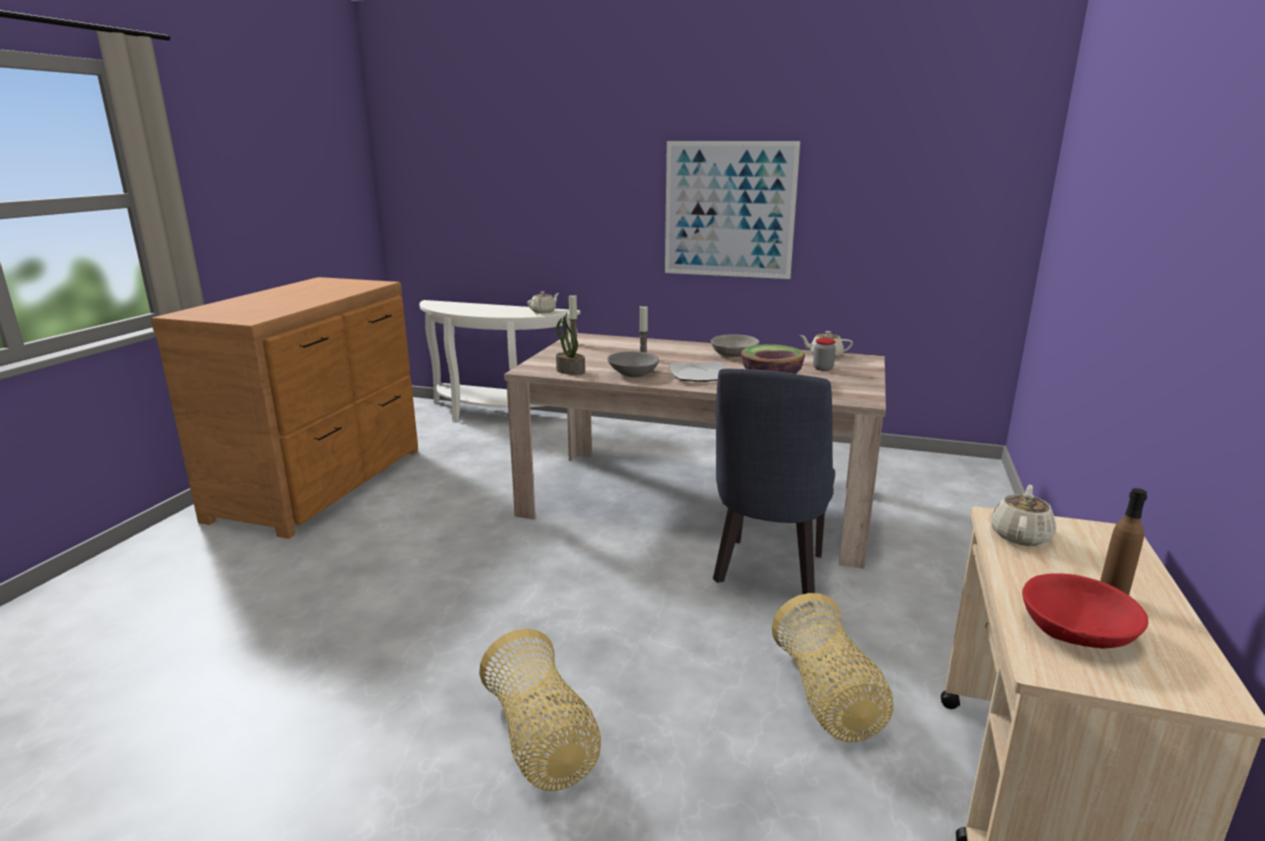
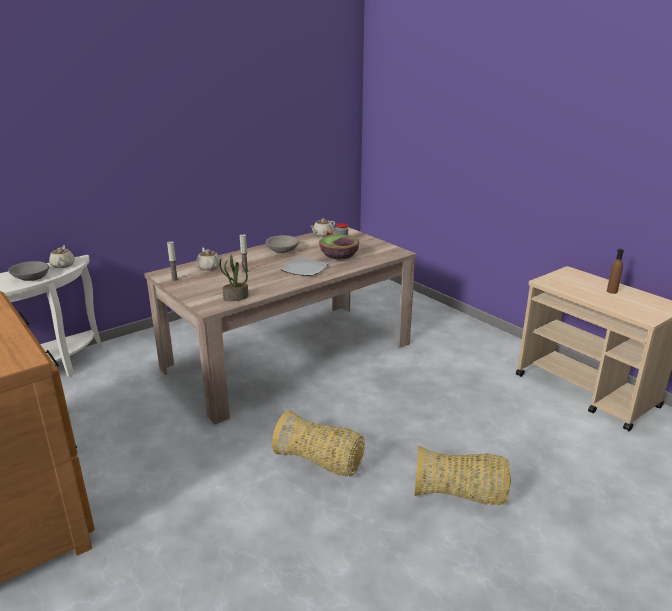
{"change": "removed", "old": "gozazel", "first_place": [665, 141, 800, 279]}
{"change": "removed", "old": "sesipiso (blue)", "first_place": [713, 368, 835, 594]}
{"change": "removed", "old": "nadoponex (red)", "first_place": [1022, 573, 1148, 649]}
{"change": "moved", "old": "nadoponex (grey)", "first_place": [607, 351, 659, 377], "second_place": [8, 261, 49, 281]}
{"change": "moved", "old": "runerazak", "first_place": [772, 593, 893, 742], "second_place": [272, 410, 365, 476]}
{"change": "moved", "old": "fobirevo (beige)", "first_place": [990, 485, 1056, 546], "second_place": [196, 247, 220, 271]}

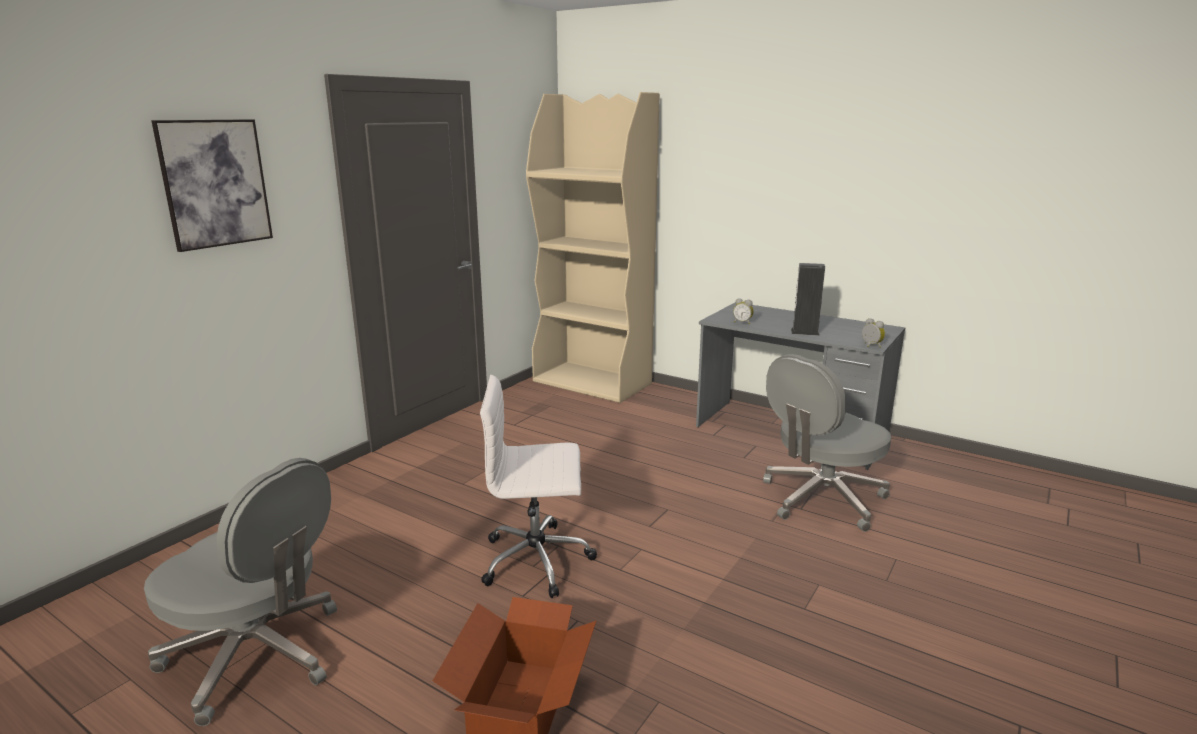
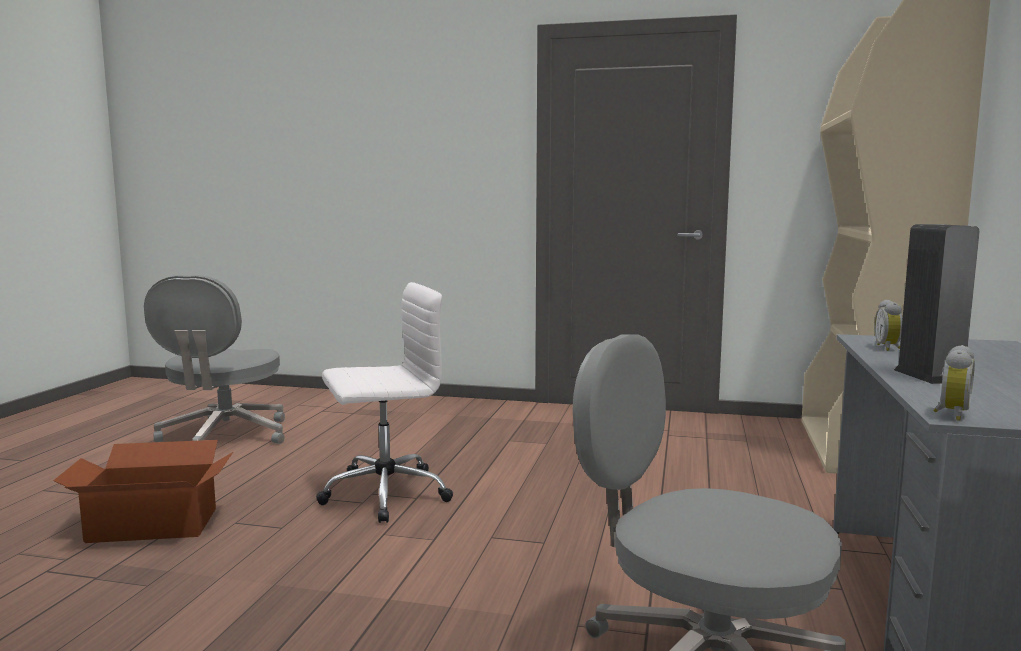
{"change": "removed", "old": "gozazel", "first_place": [151, 119, 273, 252]}
{"change": "turned", "old": "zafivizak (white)", "first_place": [480, 375, 597, 598], "second_place": [316, 282, 453, 523], "degrees": 90}

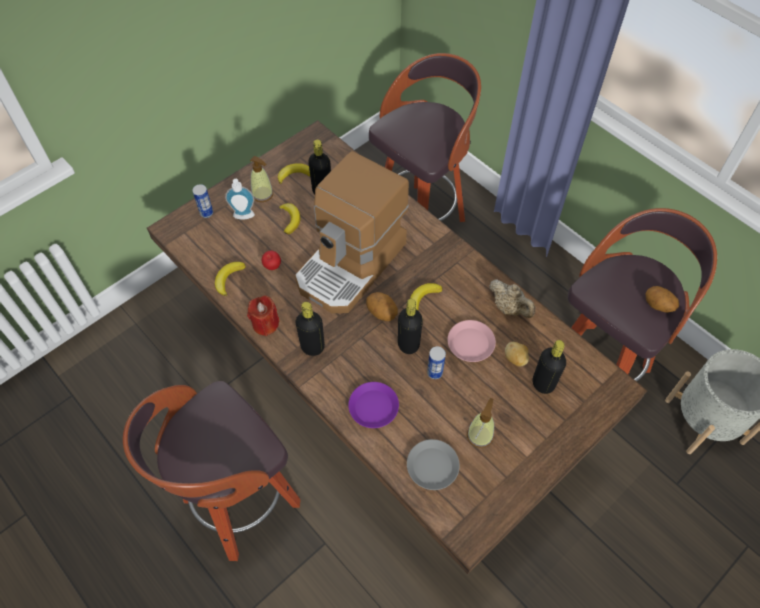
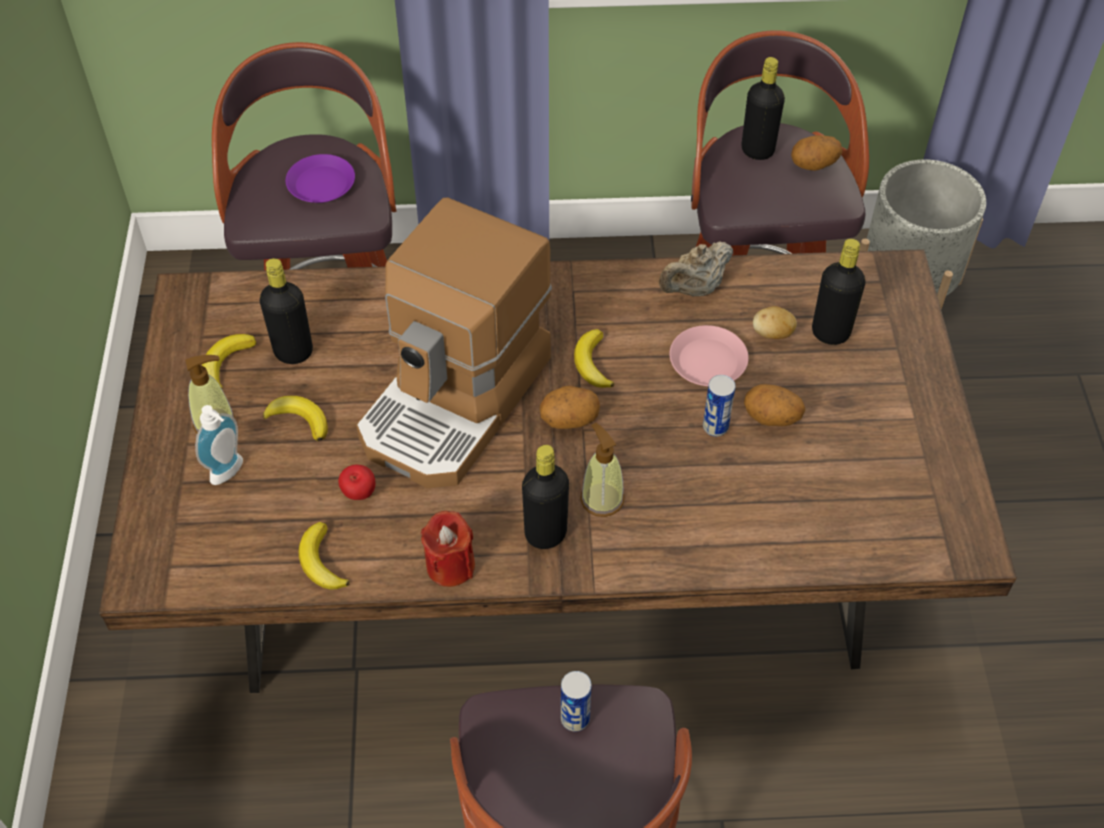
{"change": "removed", "old": "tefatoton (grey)", "first_place": [407, 439, 460, 490]}
{"change": "added", "new": "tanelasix", "second_place": [744, 384, 805, 426]}
{"change": "moved", "old": "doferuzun", "first_place": [192, 184, 213, 218], "second_place": [561, 671, 591, 732]}
{"change": "moved", "old": "tefatoton (purple)", "first_place": [348, 382, 399, 428], "second_place": [286, 154, 355, 203]}
{"change": "moved", "old": "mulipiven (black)", "first_place": [398, 299, 423, 354], "second_place": [741, 57, 785, 160]}
{"change": "moved", "old": "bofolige", "first_place": [467, 398, 494, 448], "second_place": [580, 423, 624, 517]}
{"change": "turned", "old": "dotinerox", "first_place": [295, 151, 409, 313], "second_place": [356, 197, 552, 488], "degrees": 45}
{"change": "turned", "old": "fobirevo (beige)", "first_place": [489, 279, 535, 318], "second_place": [659, 241, 733, 297], "degrees": 150}

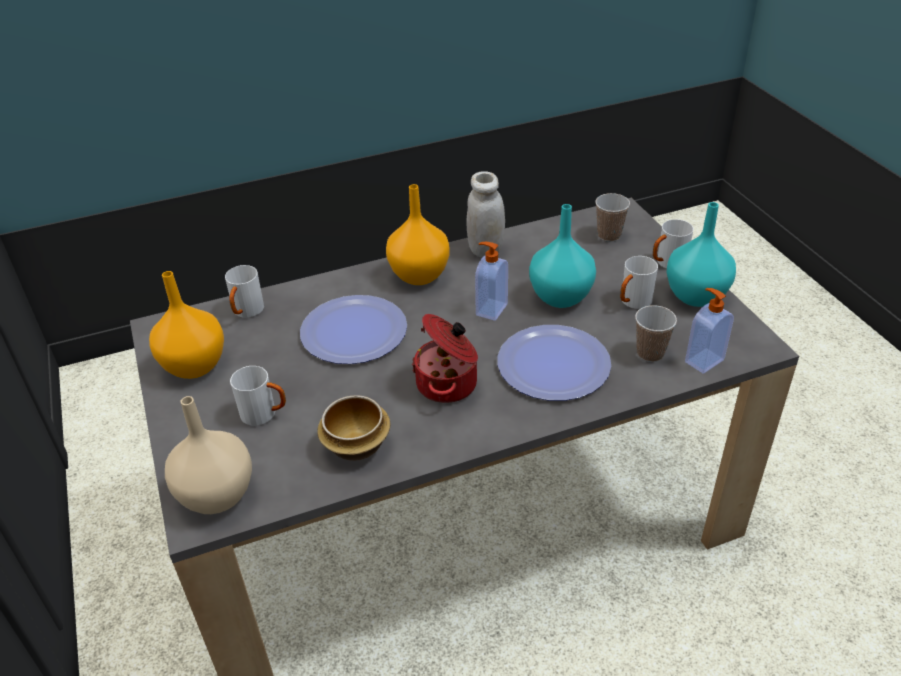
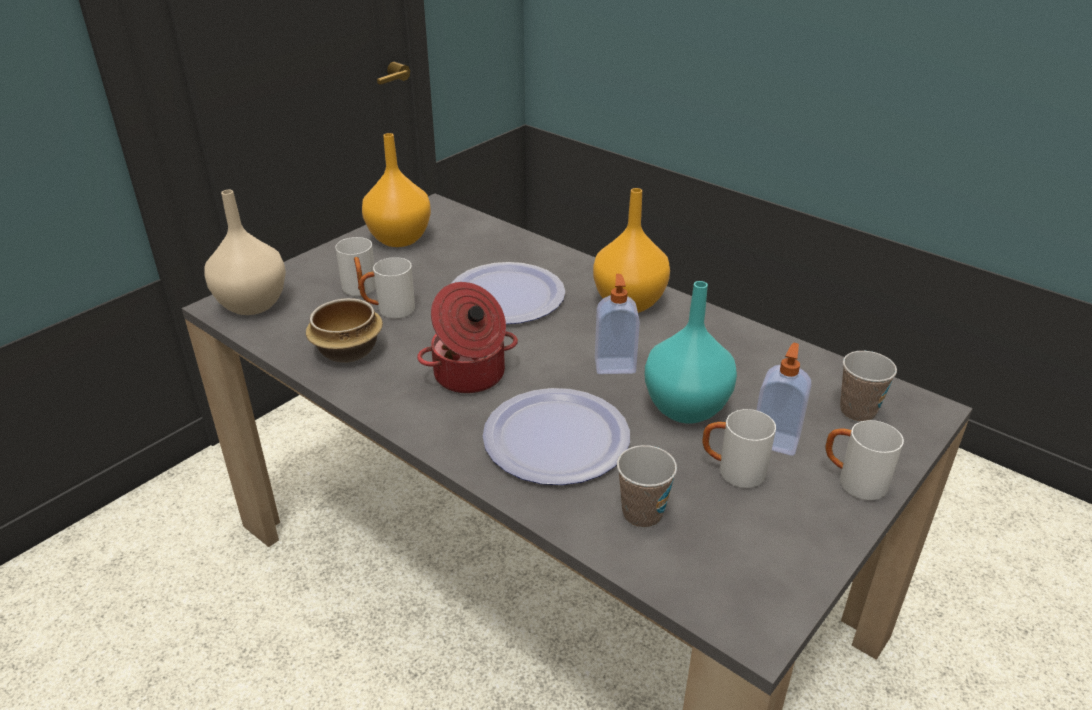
{"change": "removed", "old": "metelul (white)", "first_place": [467, 171, 505, 258]}
{"change": "removed", "old": "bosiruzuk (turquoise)", "first_place": [666, 202, 736, 307]}
{"change": "moved", "old": "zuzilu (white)", "first_place": [225, 265, 264, 318], "second_place": [359, 257, 415, 319]}
{"change": "moved", "old": "bofolige", "first_place": [685, 288, 734, 373], "second_place": [756, 343, 812, 456]}

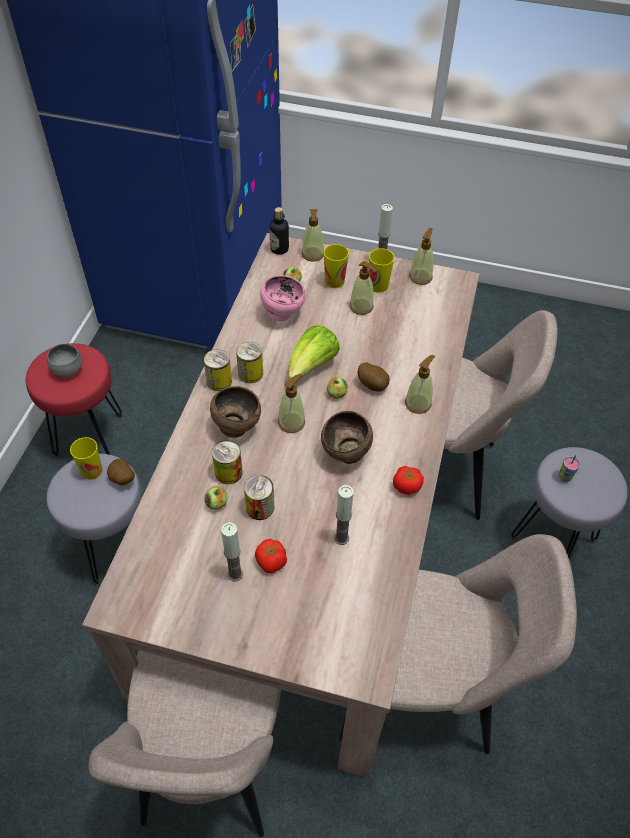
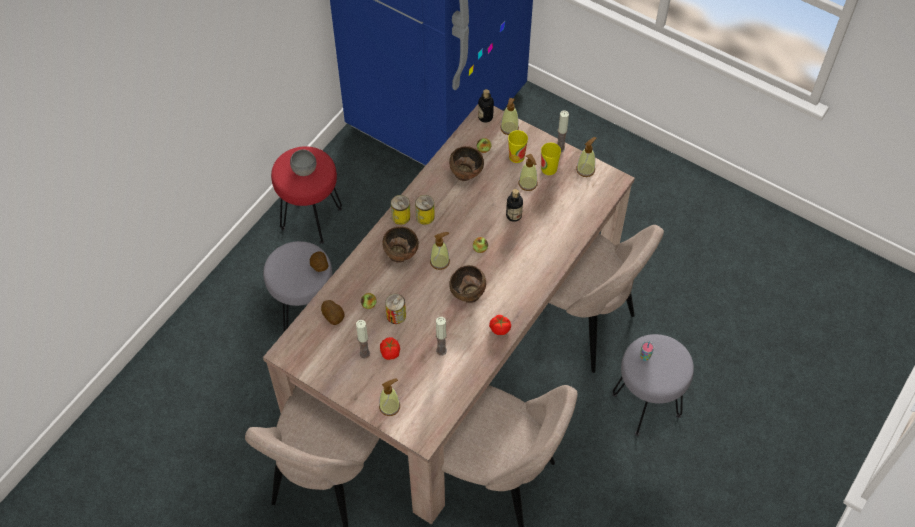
{"change": "removed", "old": "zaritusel", "first_place": [70, 437, 103, 480]}
{"change": "removed", "old": "doferuzun", "first_place": [212, 440, 243, 484]}
{"change": "removed", "old": "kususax", "first_place": [289, 326, 340, 379]}
{"change": "added", "new": "mulipiven", "second_place": [506, 189, 523, 222]}
{"change": "moved", "old": "tanelasix", "first_place": [358, 362, 390, 392], "second_place": [321, 300, 345, 325]}
{"change": "moved", "old": "bofolige", "first_place": [405, 355, 435, 414], "second_place": [379, 378, 400, 416]}
{"change": "recoloured", "old": "nadoponex (pink)", "new": "nadoponex (brown)", "first_place": [260, 275, 305, 322], "second_place": [449, 146, 484, 181]}

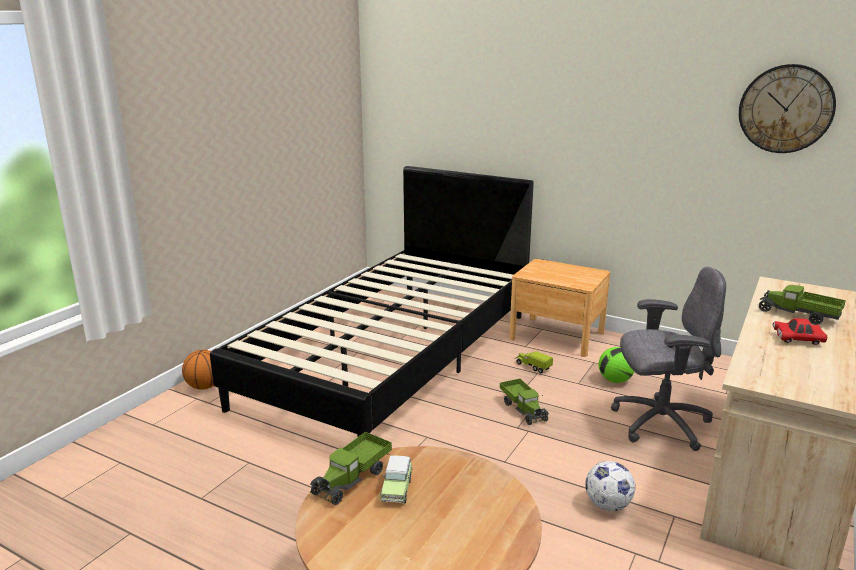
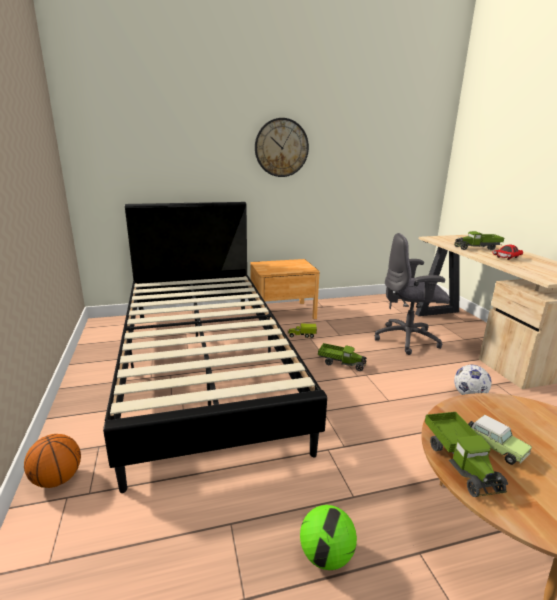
{"change": "moved", "old": "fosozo", "first_place": [599, 347, 634, 383], "second_place": [300, 505, 357, 570]}
{"change": "moved", "old": "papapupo", "first_place": [739, 64, 836, 153], "second_place": [255, 118, 309, 177]}
{"change": "turned", "old": "zafivizak (grey)", "first_place": [611, 267, 726, 451], "second_place": [375, 233, 450, 355], "degrees": -135}

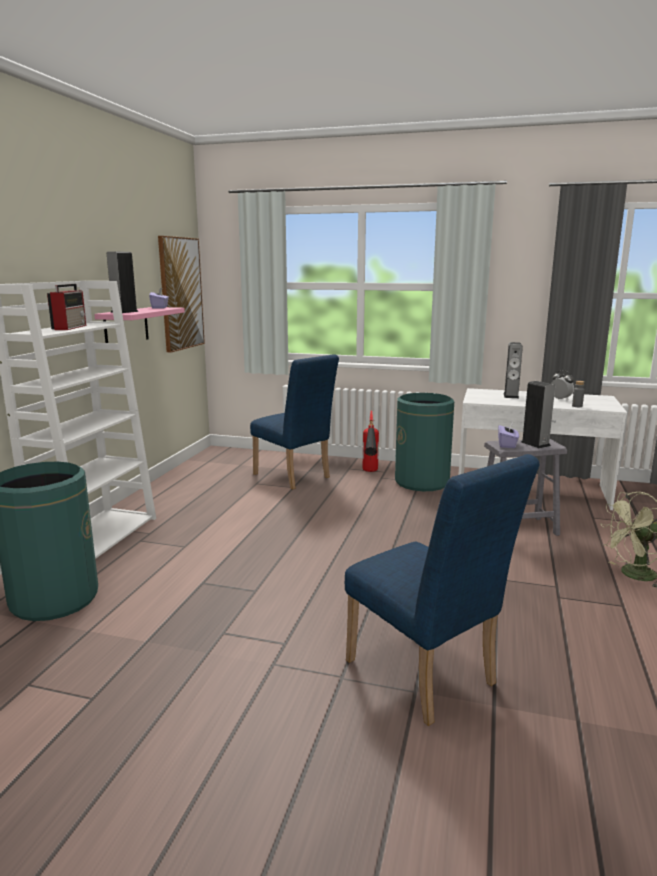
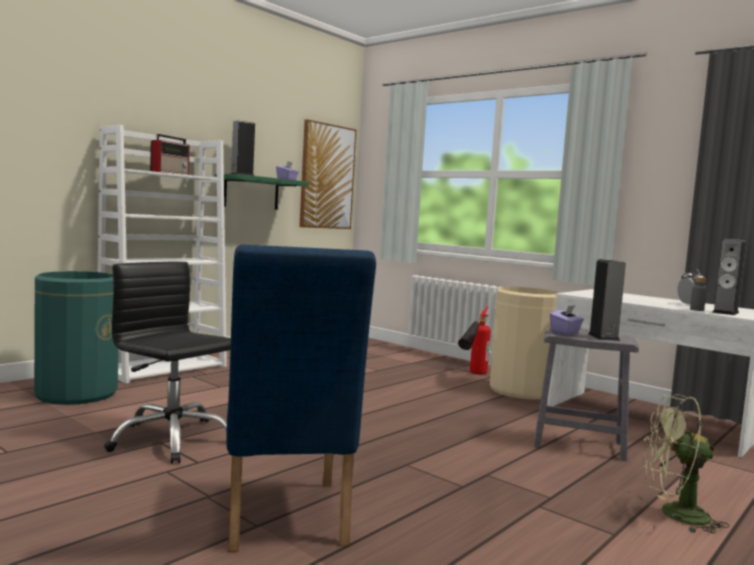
{"change": "removed", "old": "sesipiso (blue)", "first_place": [250, 354, 339, 490]}
{"change": "added", "new": "zafivizak (black)", "second_place": [104, 262, 231, 464]}
{"change": "moved", "old": "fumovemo", "first_place": [504, 342, 523, 398], "second_place": [712, 239, 746, 315]}
{"change": "recoloured", "old": "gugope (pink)", "new": "gugope (green)", "first_place": [94, 307, 185, 343], "second_place": [214, 174, 309, 210]}
{"change": "recoloured", "old": "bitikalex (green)", "new": "bitikalex (beige)", "first_place": [395, 393, 454, 491], "second_place": [490, 287, 559, 400]}

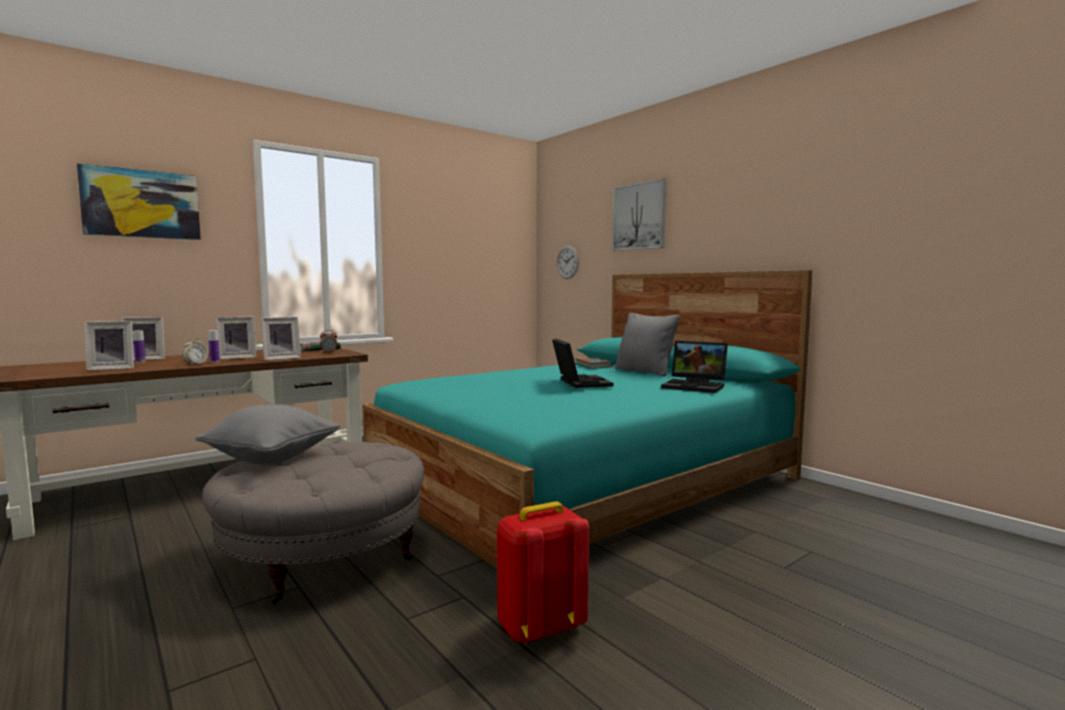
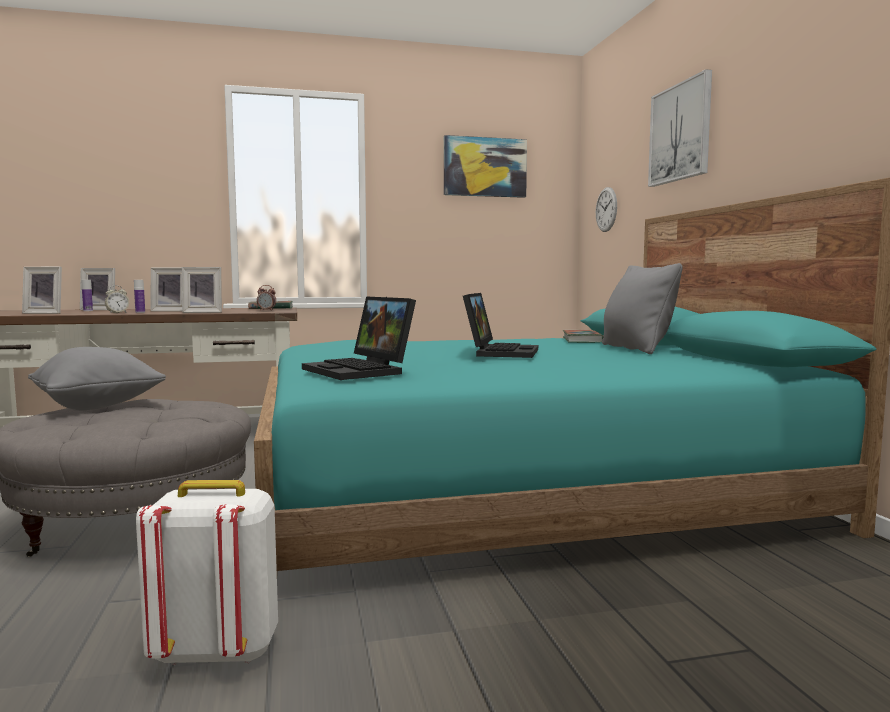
{"change": "moved", "old": "gozazel", "first_place": [77, 163, 201, 240], "second_place": [444, 135, 527, 198]}
{"change": "moved", "old": "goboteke", "first_place": [661, 341, 728, 393], "second_place": [302, 296, 416, 380]}
{"change": "recoloured", "old": "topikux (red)", "new": "topikux (white)", "first_place": [497, 501, 589, 644], "second_place": [136, 480, 278, 665]}

